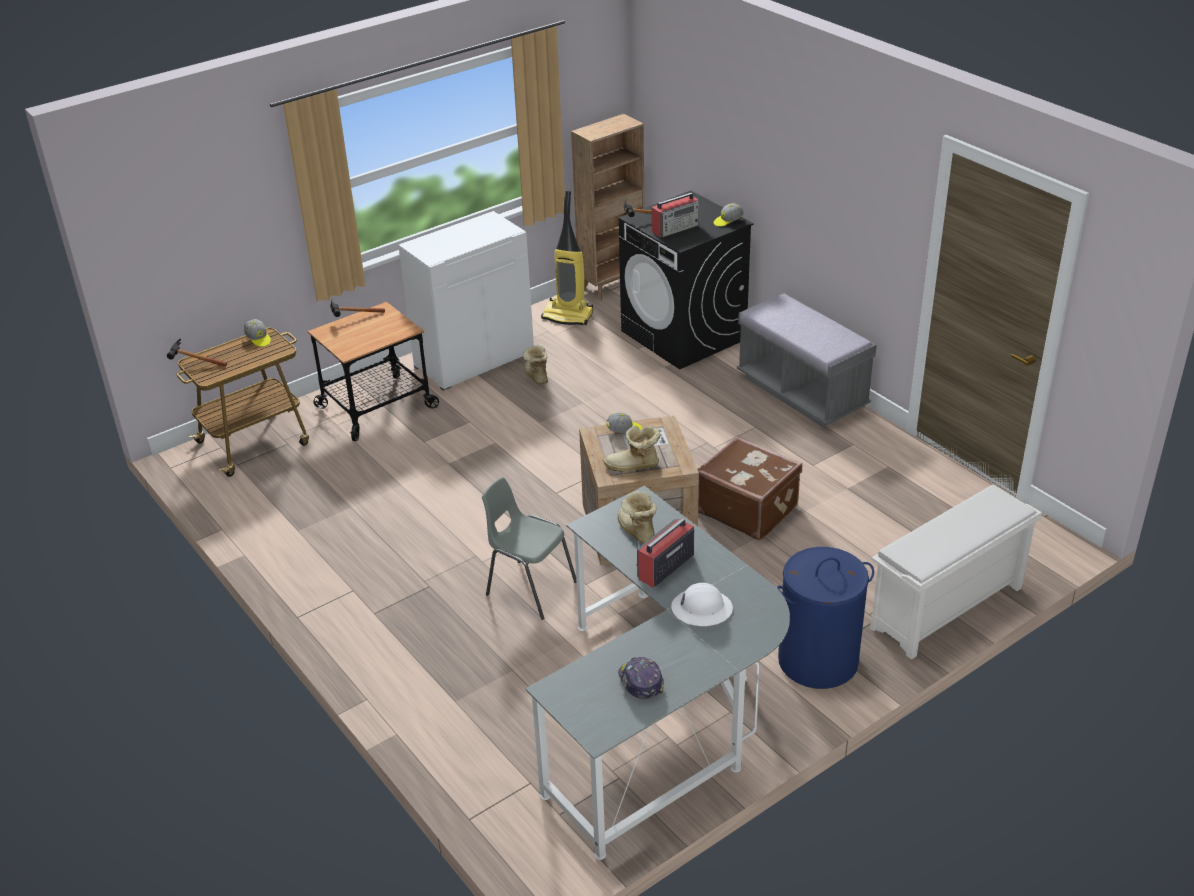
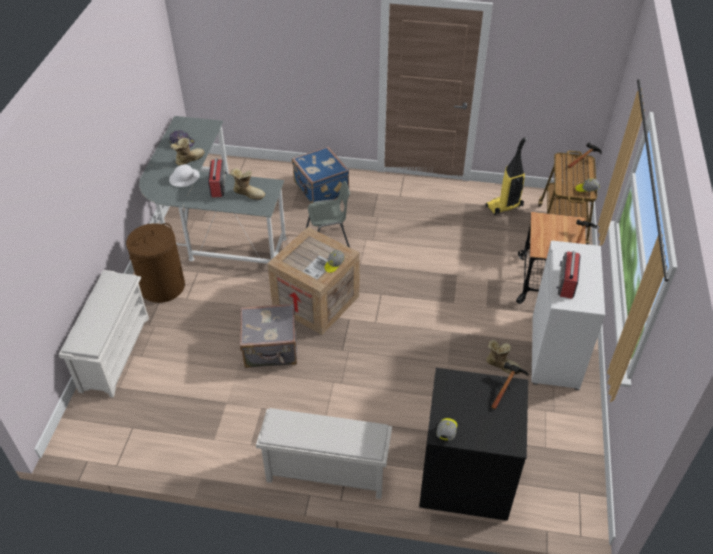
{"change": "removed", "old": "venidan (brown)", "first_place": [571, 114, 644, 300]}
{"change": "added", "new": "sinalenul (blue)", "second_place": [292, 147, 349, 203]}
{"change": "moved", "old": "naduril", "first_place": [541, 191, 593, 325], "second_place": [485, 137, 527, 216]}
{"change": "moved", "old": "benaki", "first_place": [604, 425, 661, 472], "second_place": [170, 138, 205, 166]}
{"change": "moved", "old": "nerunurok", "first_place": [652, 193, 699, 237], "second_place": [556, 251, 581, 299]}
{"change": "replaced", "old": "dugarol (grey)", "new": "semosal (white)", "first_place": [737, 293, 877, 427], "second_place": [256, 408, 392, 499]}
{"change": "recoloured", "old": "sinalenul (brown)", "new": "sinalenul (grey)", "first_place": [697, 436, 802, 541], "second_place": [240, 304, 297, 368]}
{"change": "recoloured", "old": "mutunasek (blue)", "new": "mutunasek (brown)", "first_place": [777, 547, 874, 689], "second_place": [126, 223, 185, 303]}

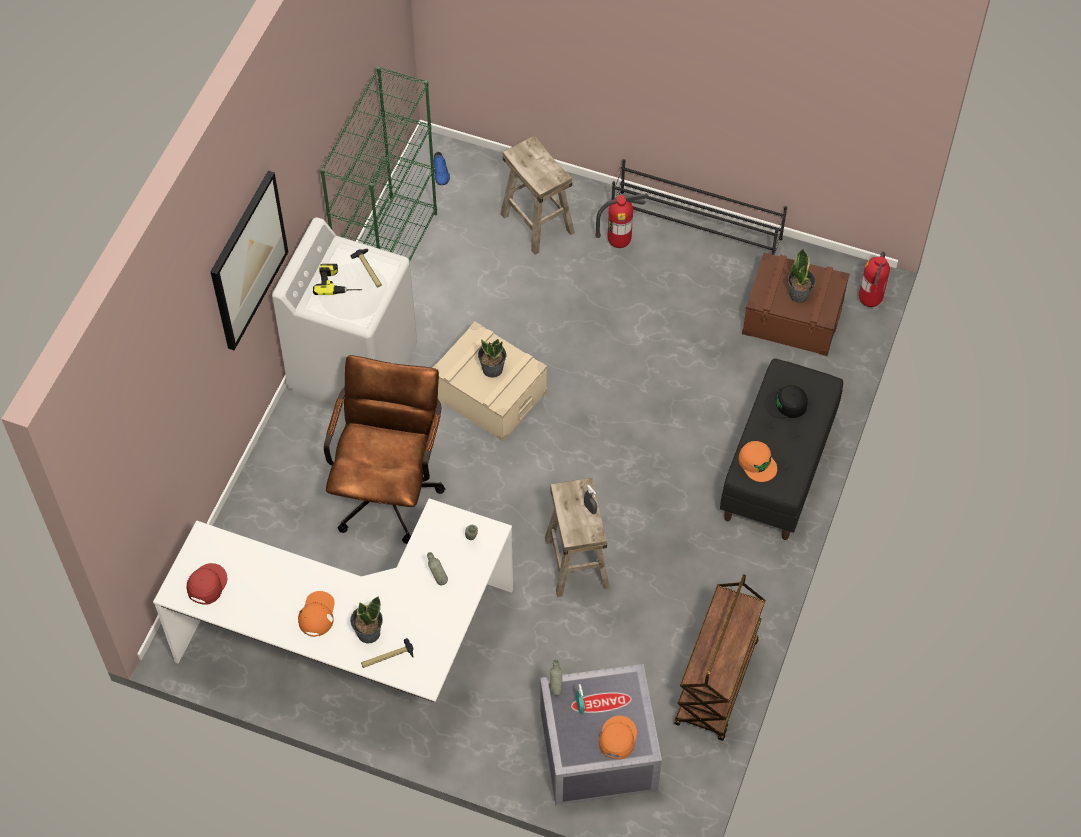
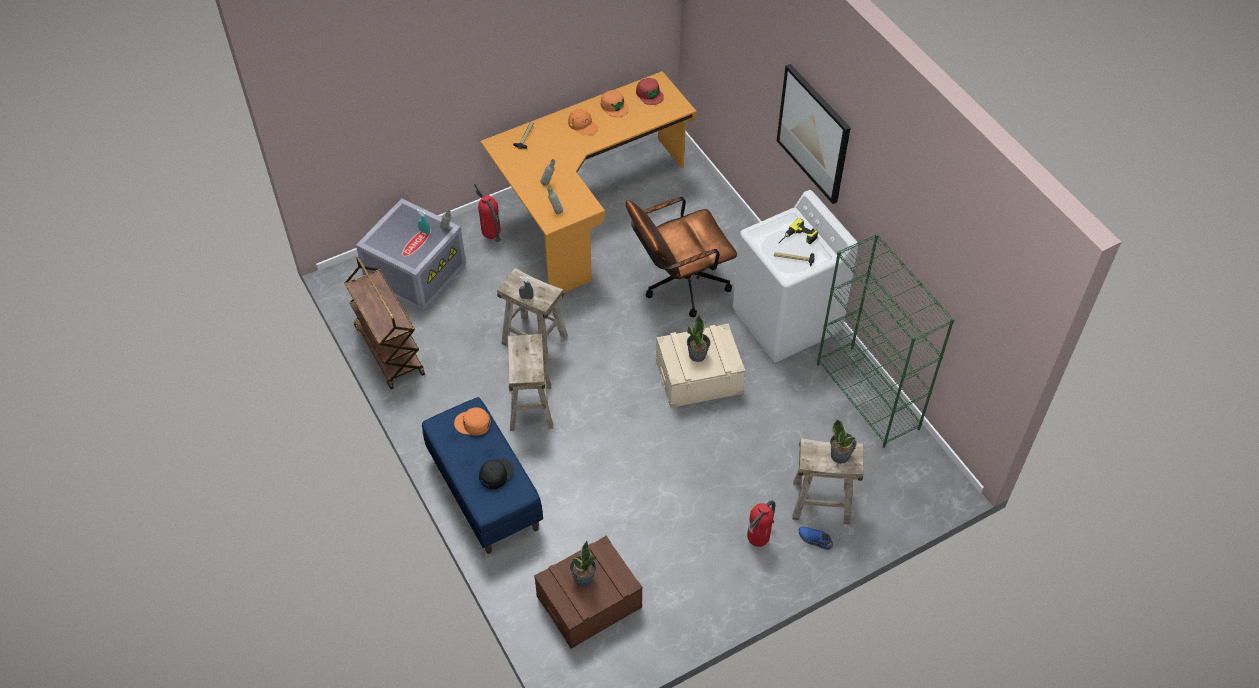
{"change": "removed", "old": "semosal (black)", "first_place": [612, 159, 787, 255]}
{"change": "added", "new": "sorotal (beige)", "second_place": [508, 334, 553, 431]}
{"change": "moved", "old": "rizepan", "first_place": [350, 597, 383, 644], "second_place": [830, 420, 857, 464]}
{"change": "moved", "old": "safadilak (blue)", "first_place": [433, 152, 450, 185], "second_place": [799, 526, 834, 550]}
{"change": "moved", "old": "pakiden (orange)", "first_place": [599, 716, 637, 759], "second_place": [601, 90, 629, 117]}
{"change": "moved", "old": "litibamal", "first_place": [859, 252, 890, 307], "second_place": [474, 184, 501, 242]}
{"change": "recoloured", "old": "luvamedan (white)", "new": "luvamedan (orange)", "first_place": [153, 498, 513, 702], "second_place": [480, 71, 696, 293]}
{"change": "recoloured", "old": "dugarol (black)", "new": "dugarol (blue)", "first_place": [720, 358, 843, 540], "second_place": [422, 397, 543, 554]}
{"change": "turned", "old": "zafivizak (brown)", "first_place": [324, 355, 445, 544], "second_place": [626, 197, 737, 317], "degrees": 105}

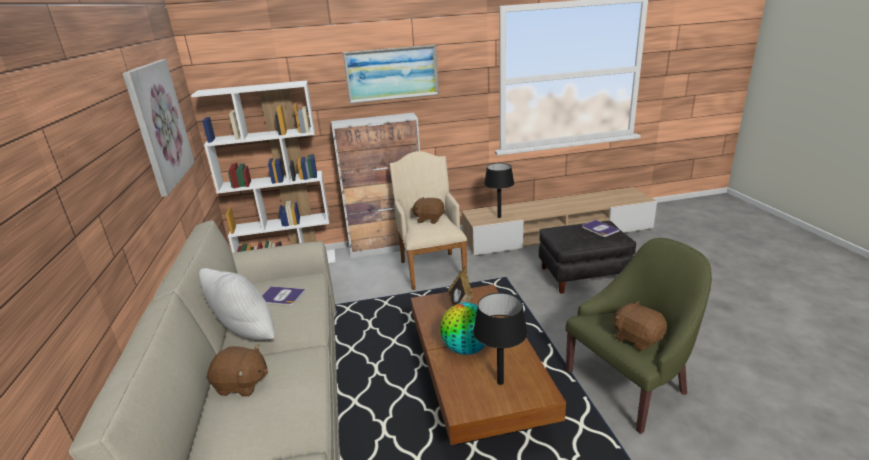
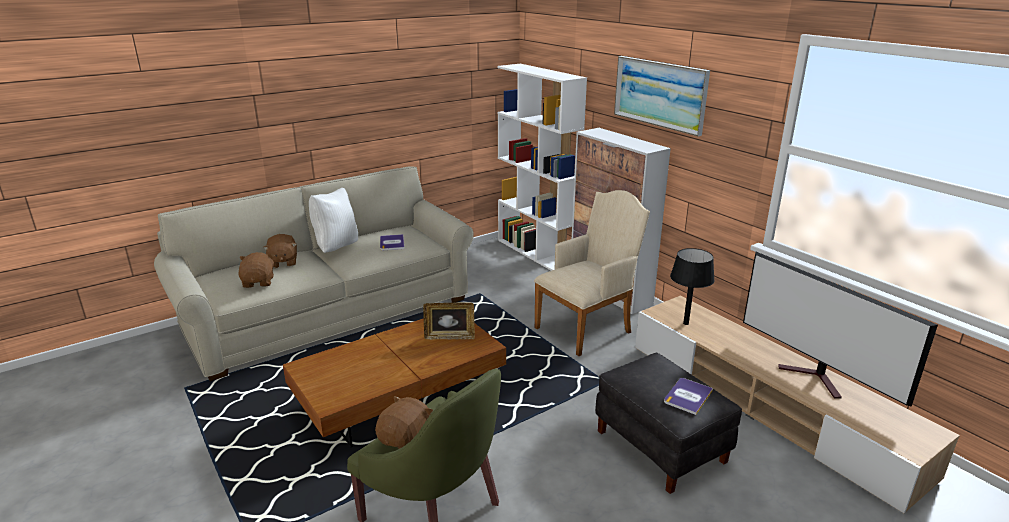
{"change": "removed", "old": "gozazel", "first_place": [123, 59, 195, 197]}
{"change": "removed", "old": "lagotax", "first_place": [440, 302, 486, 355]}
{"change": "removed", "old": "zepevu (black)", "first_place": [473, 293, 528, 385]}
{"change": "added", "new": "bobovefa", "second_place": [743, 252, 938, 407]}
{"change": "moved", "old": "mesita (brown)", "first_place": [411, 197, 445, 224], "second_place": [238, 252, 274, 288]}

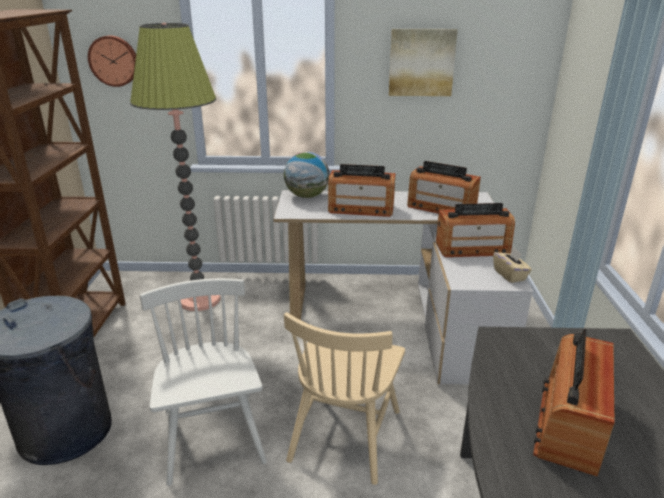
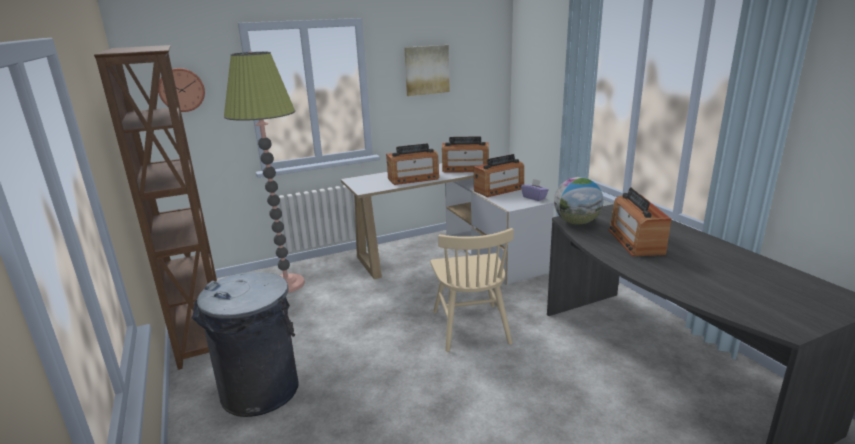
{"change": "removed", "old": "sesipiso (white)", "first_place": [140, 278, 267, 486]}
{"change": "moved", "old": "lagotax", "first_place": [284, 152, 330, 198], "second_place": [554, 177, 603, 225]}
{"change": "recoloured", "old": "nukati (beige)", "new": "nukati (purple)", "first_place": [493, 247, 532, 283], "second_place": [521, 179, 549, 201]}

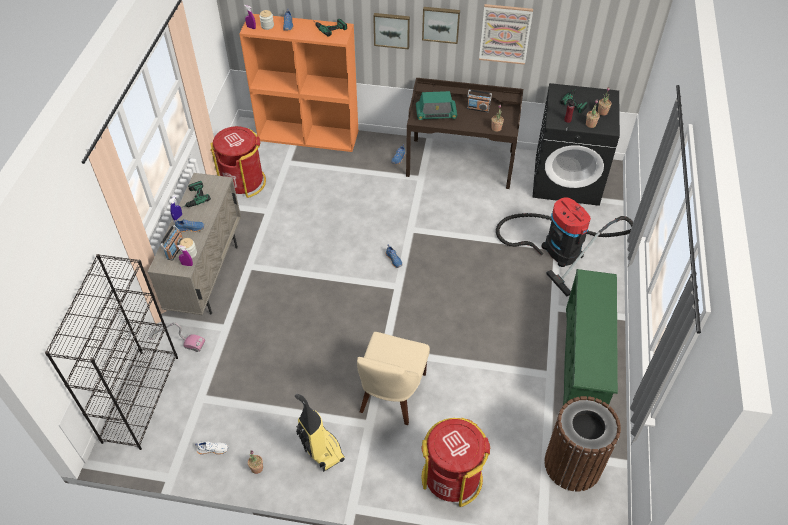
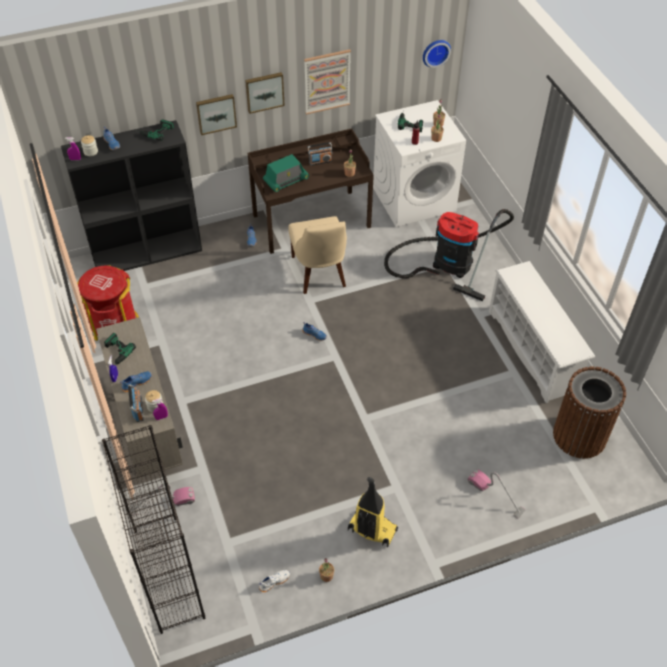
{"change": "added", "new": "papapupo", "second_place": [423, 40, 451, 68]}
{"change": "moved", "old": "sesipiso (beige)", "first_place": [357, 332, 430, 425], "second_place": [288, 216, 347, 294]}
{"change": "replaced", "old": "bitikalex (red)", "new": "naduril", "first_place": [422, 418, 490, 507], "second_place": [467, 469, 525, 519]}
{"change": "recoloured", "old": "venidan (orange)", "new": "venidan (black)", "first_place": [239, 14, 358, 152], "second_place": [61, 120, 202, 271]}
{"change": "recoloured", "old": "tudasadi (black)", "new": "tudasadi (white)", "first_place": [532, 83, 620, 206], "second_place": [373, 100, 466, 227]}
{"change": "recoloured", "old": "semosal (green)", "new": "semosal (white)", "first_place": [563, 269, 618, 405], "second_place": [489, 261, 595, 403]}

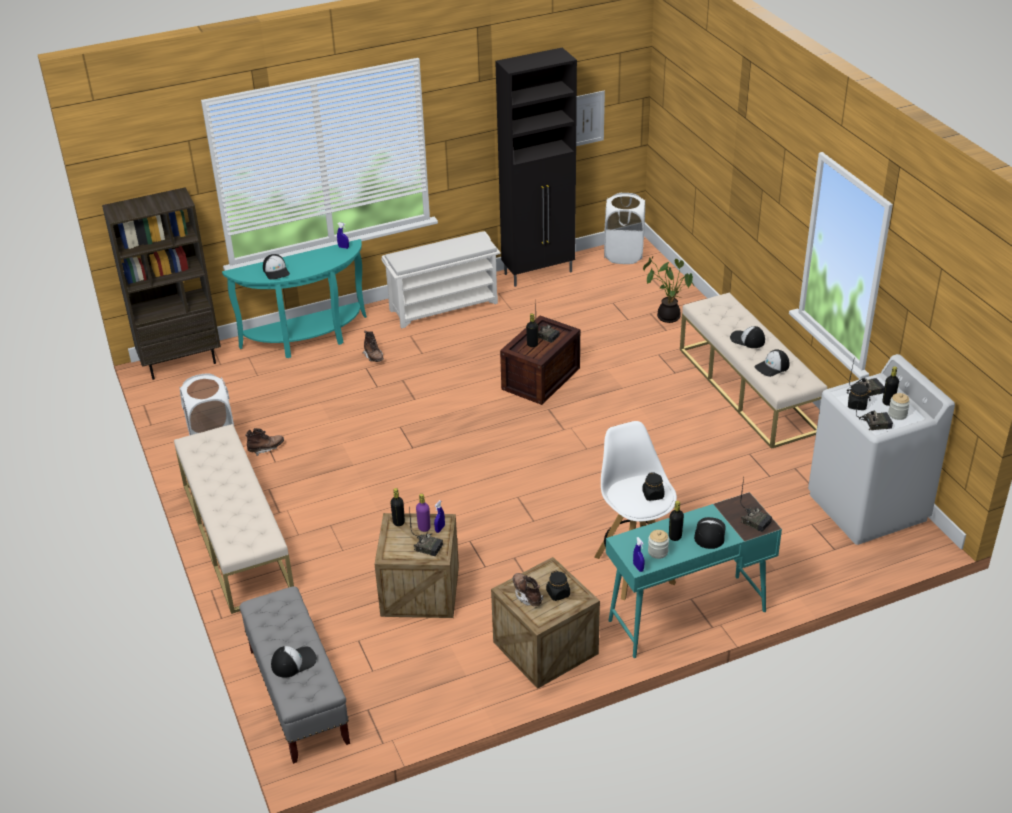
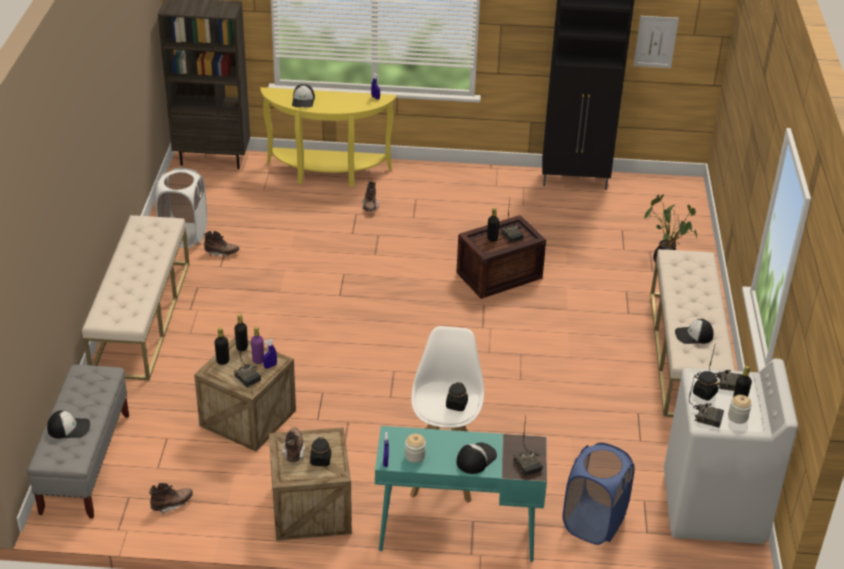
{"change": "removed", "old": "semosal (white)", "first_place": [382, 231, 501, 328]}
{"change": "removed", "old": "mutunasek (white)", "first_place": [604, 193, 645, 264]}
{"change": "removed", "old": "pakiden", "first_place": [730, 326, 765, 348]}
{"change": "added", "new": "benaki (brown)", "second_place": [149, 483, 193, 515]}
{"change": "added", "new": "mutunasek (blue)", "second_place": [563, 443, 635, 545]}
{"change": "moved", "old": "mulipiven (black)", "first_place": [669, 501, 684, 541], "second_place": [214, 328, 229, 365]}
{"change": "recoloured", "old": "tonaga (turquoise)", "new": "tonaga (yellow)", "first_place": [222, 239, 367, 358], "second_place": [260, 87, 396, 187]}

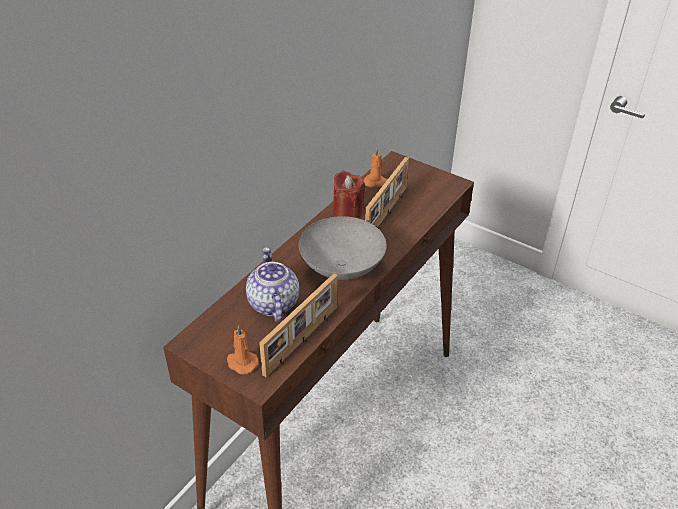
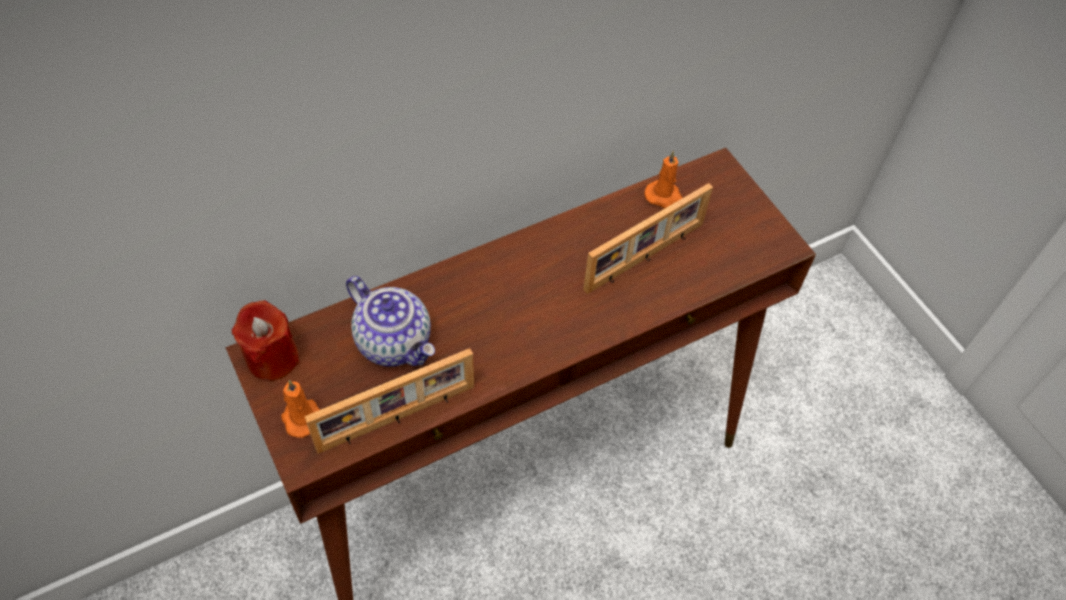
{"change": "removed", "old": "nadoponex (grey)", "first_place": [299, 216, 387, 280]}
{"change": "moved", "old": "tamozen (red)", "first_place": [333, 171, 365, 218], "second_place": [232, 300, 300, 381]}
{"change": "turned", "old": "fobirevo", "first_place": [246, 247, 299, 322], "second_place": [346, 276, 435, 367], "degrees": 120}

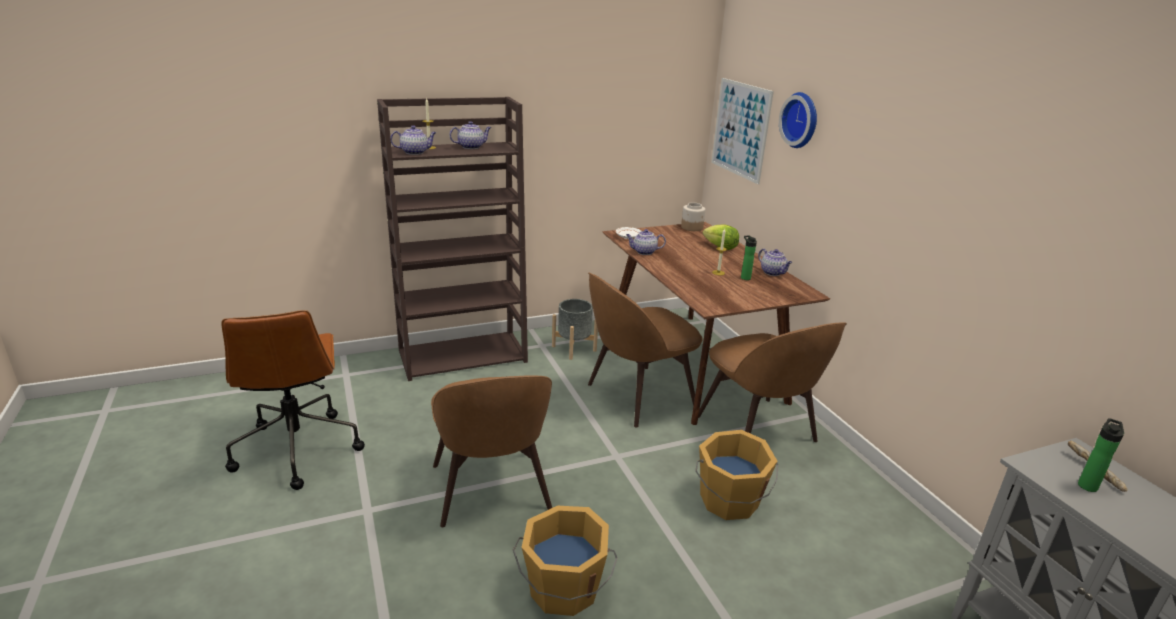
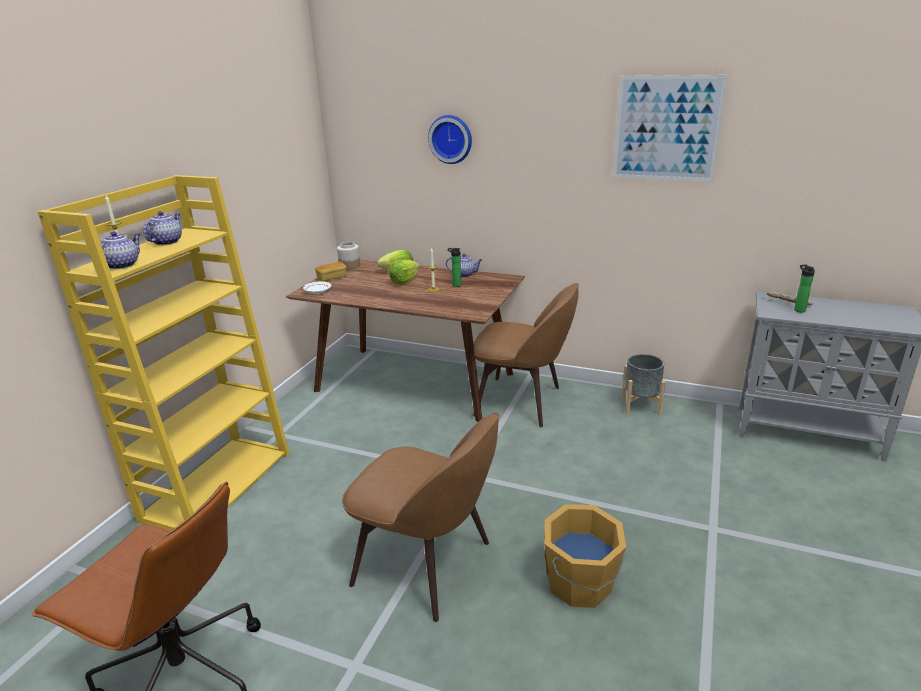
{"change": "removed", "old": "sesipiso (brown)", "first_place": [588, 273, 703, 428]}
{"change": "removed", "old": "fobirevo", "first_place": [626, 229, 666, 255]}
{"change": "removed", "old": "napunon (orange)", "first_place": [695, 430, 778, 520]}
{"change": "added", "new": "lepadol", "second_place": [315, 262, 346, 282]}
{"change": "added", "new": "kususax", "second_place": [389, 260, 420, 285]}
{"change": "moved", "old": "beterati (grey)", "first_place": [552, 299, 598, 360], "second_place": [622, 354, 666, 416]}
{"change": "moved", "old": "gozazel", "first_place": [711, 78, 774, 184], "second_place": [613, 75, 727, 182]}
{"change": "recoloured", "old": "venidan (brown)", "new": "venidan (yellow)", "first_place": [377, 97, 528, 381], "second_place": [38, 175, 289, 531]}

